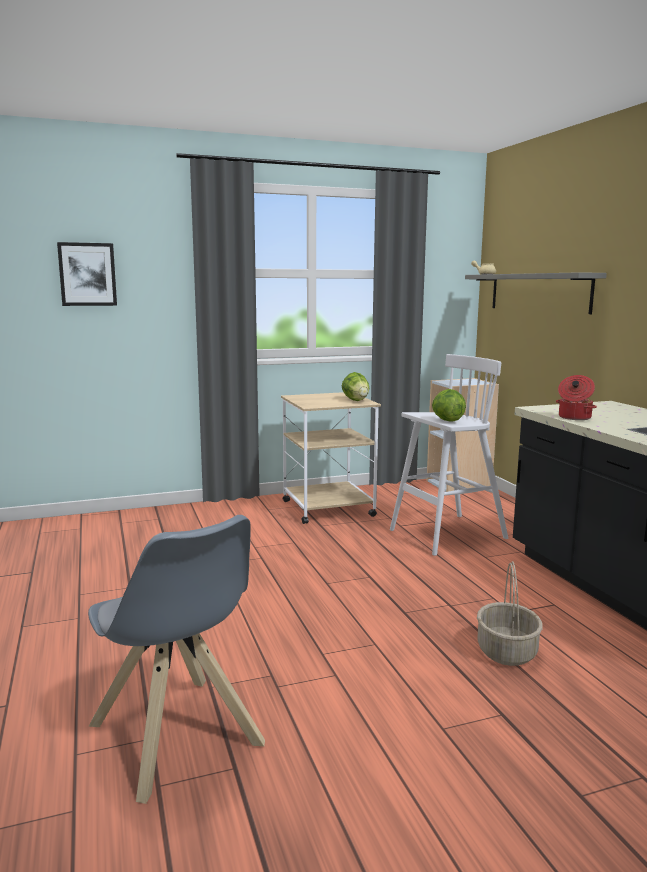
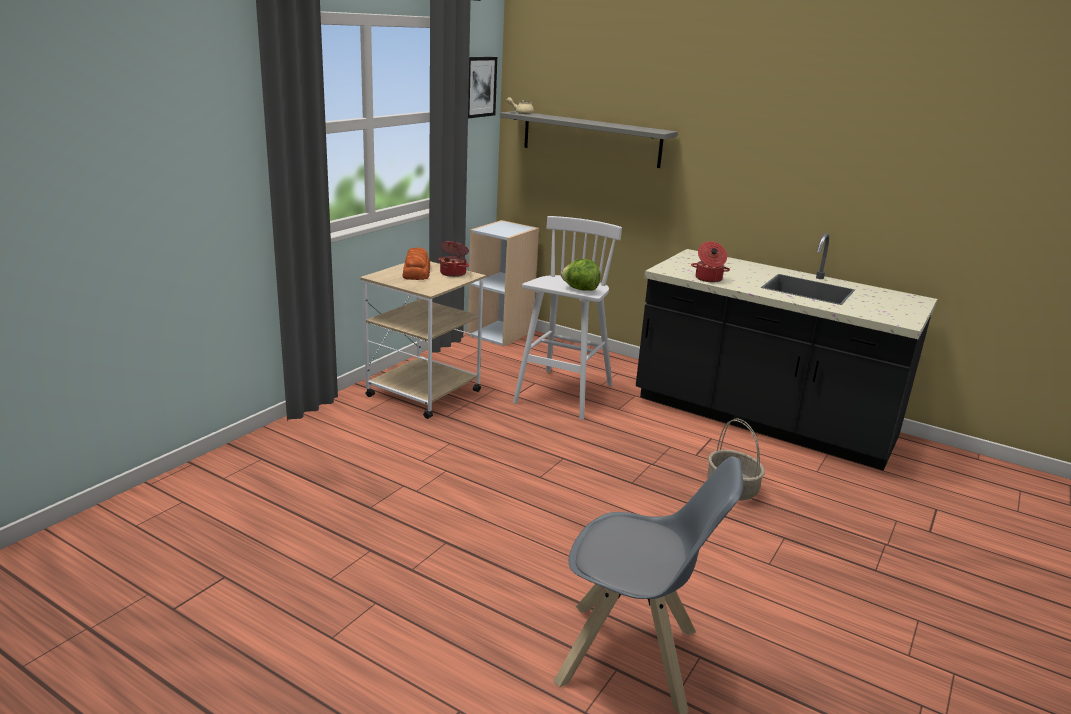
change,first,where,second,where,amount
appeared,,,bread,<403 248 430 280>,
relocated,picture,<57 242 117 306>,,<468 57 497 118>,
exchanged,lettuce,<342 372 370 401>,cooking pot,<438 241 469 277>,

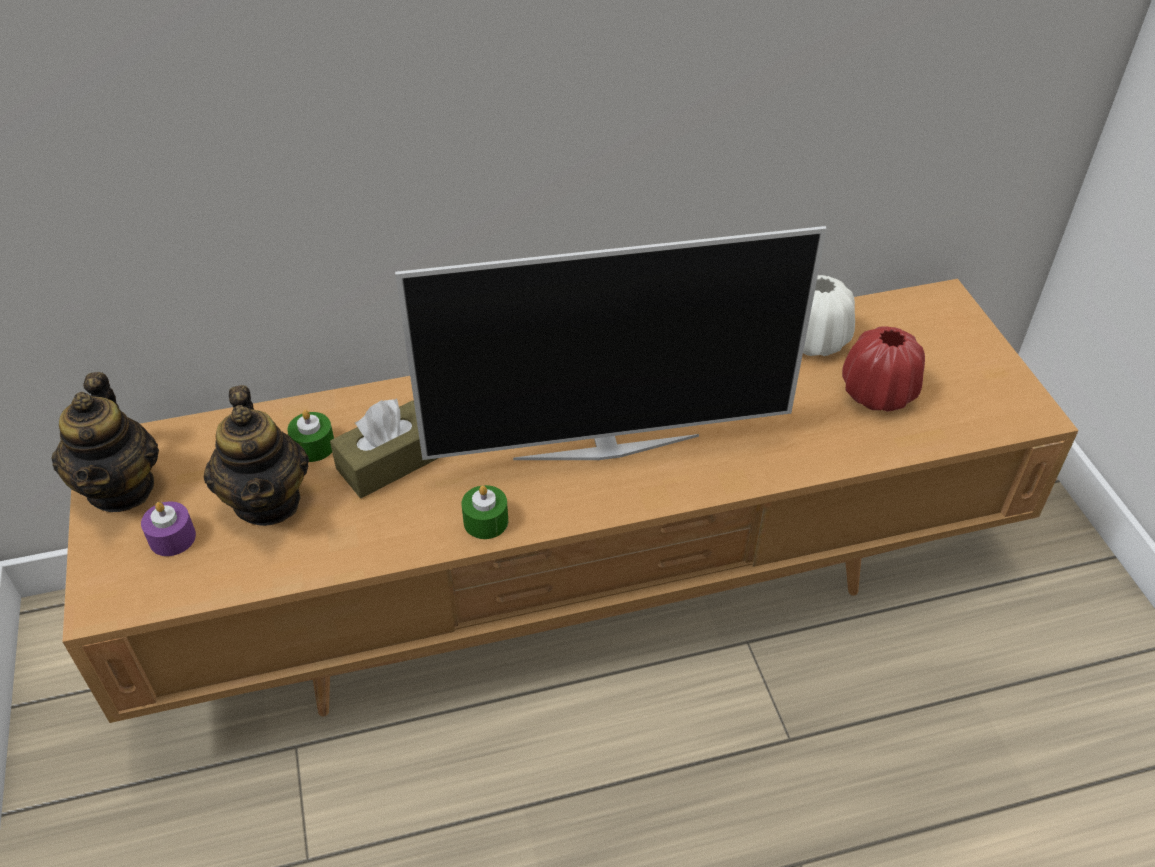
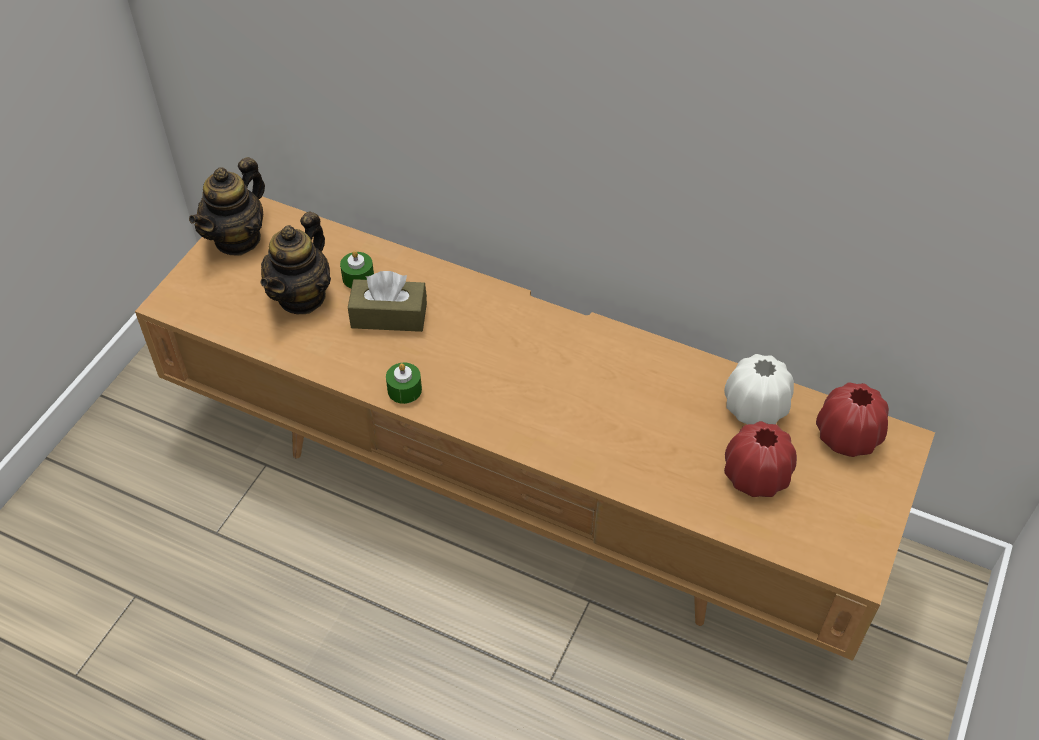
change,first,where,second,where,amount
missing,purple candle,<141 502 196 556>,,,
missing,television,<395 226 827 460>,,,
appeared,,,red vase,<816 382 889 457>,

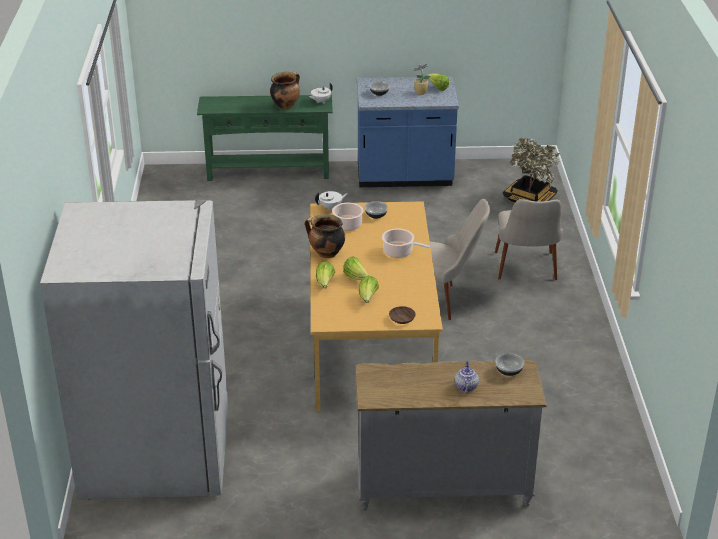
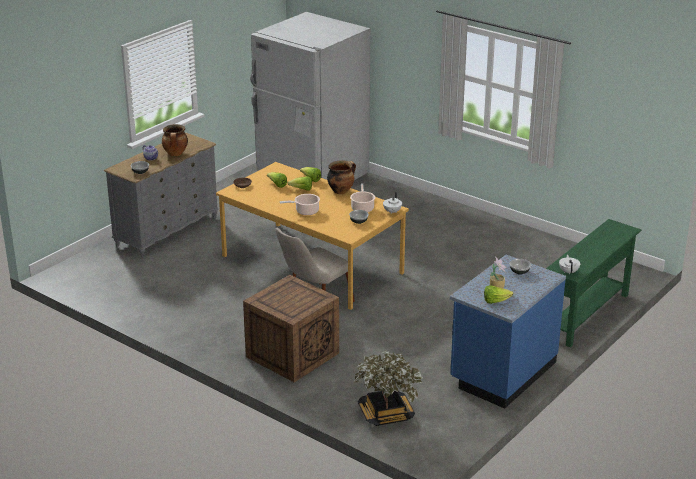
change,first,where,second,where,amount
relocated,cooking pot,<270 72 300 109>,,<162 124 188 156>,
exchanged,beige chair,<495 199 563 280>,crate,<243 275 339 382>,

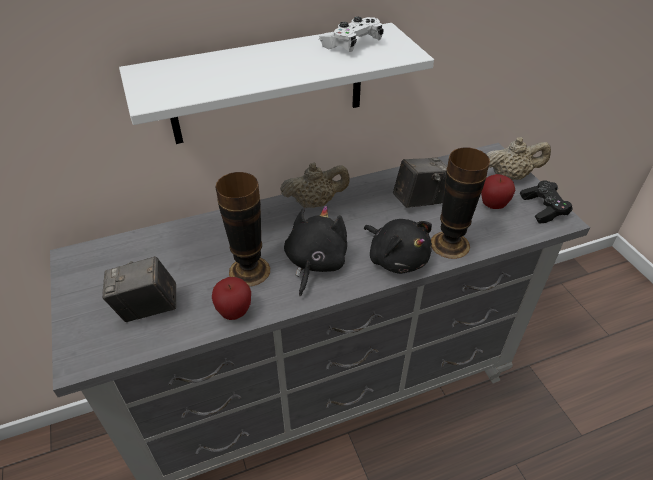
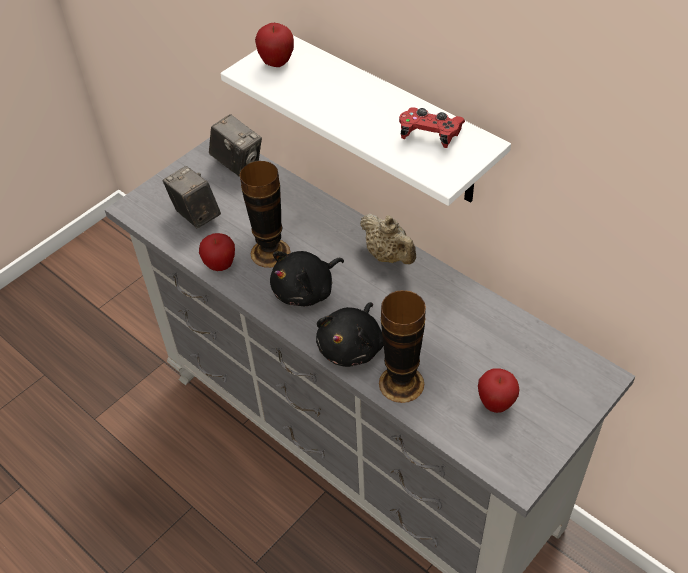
change,first,where,second,where,amount
missing,beige teapot,<486 137 551 180>,,,
missing,black game controller,<520 180 573 224>,,,
appeared,,,apple,<255 23 294 67>,
relocated,photo camera,<393 157 447 208>,,<209 114 262 177>,
colour,white game controller,<319 17 384 52>,red game controller,<399 107 465 148>,
spun,black plush toy,<284 206 347 297>,,<270 251 344 306>,150 degrees clockwise

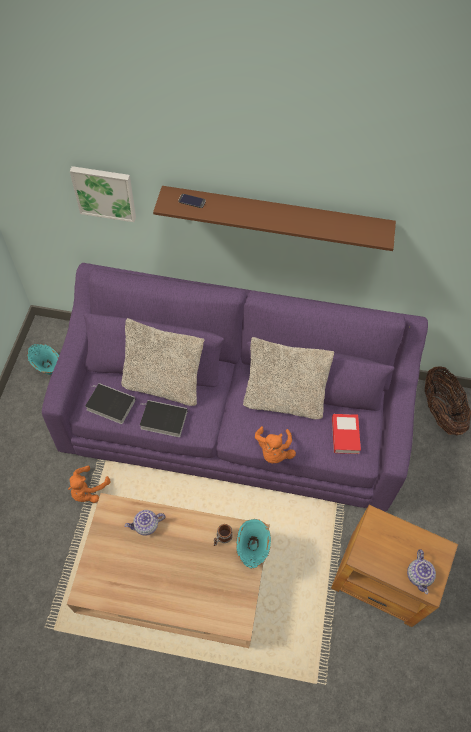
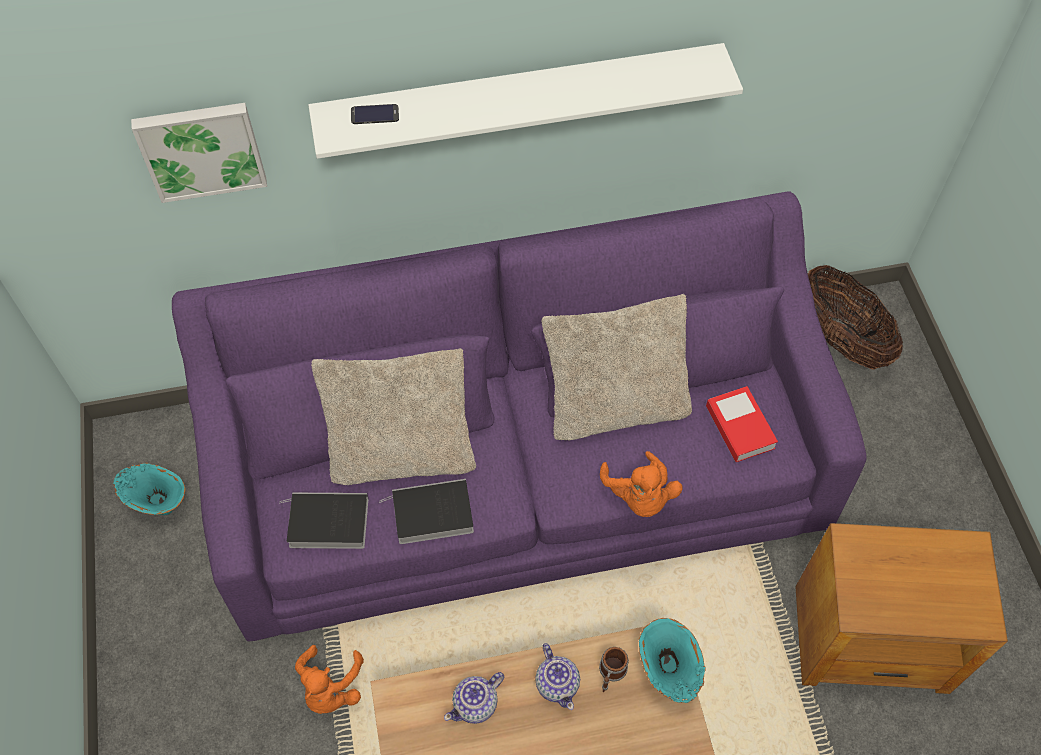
change,first,where,second,where,amount
relocated,teapot,<407 549 436 594>,,<535 643 580 710>,
colour,brown shelf,<153 186 396 251>,white shelf,<308 43 743 159>,

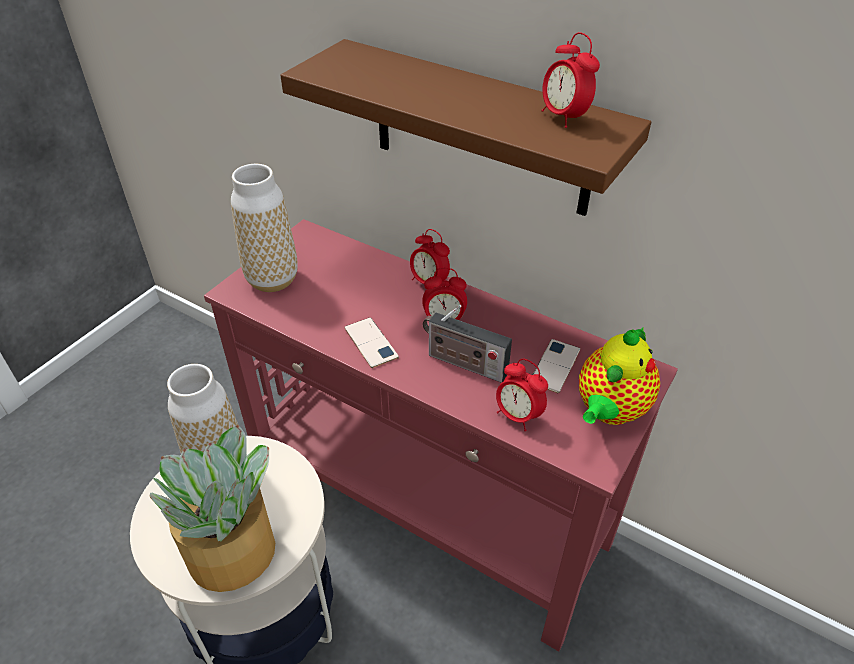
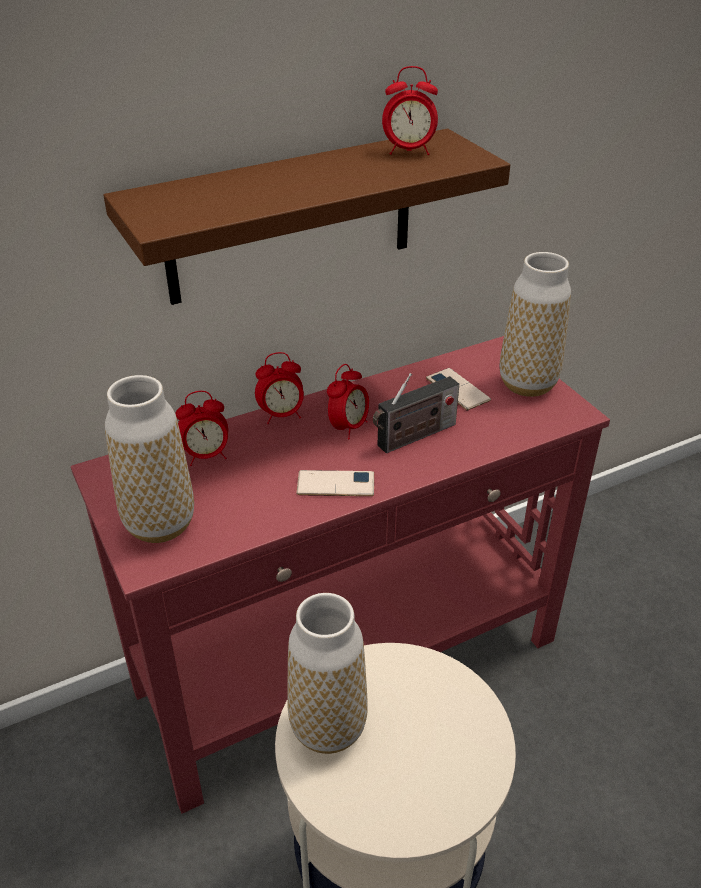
change,first,where,second,where,amount
missing,potted plant,<150 425 275 592>,,,
relocated,alarm clock,<496 359 548 431>,,<175 391 228 466>,
exchanged,teapot,<579 327 660 425>,vase,<500 252 571 397>,

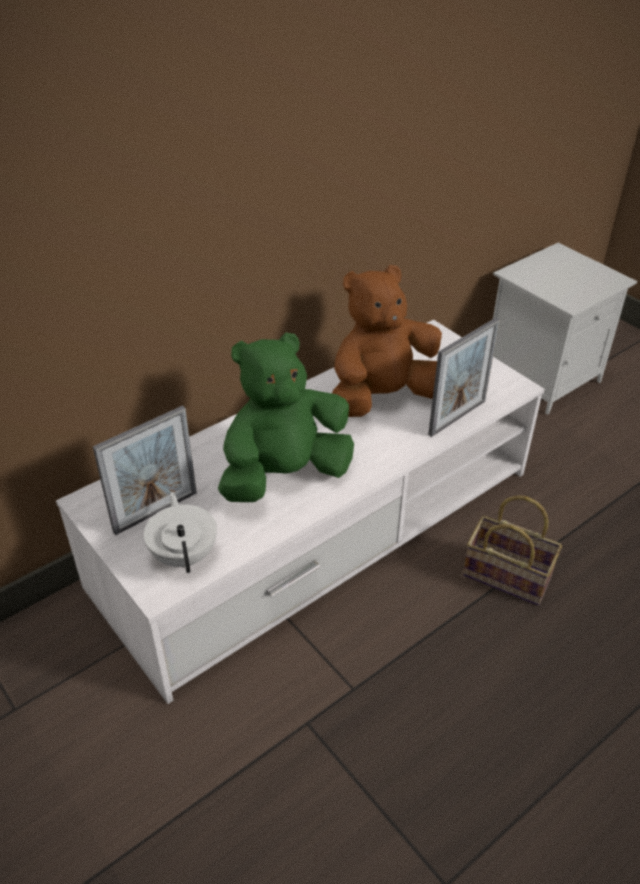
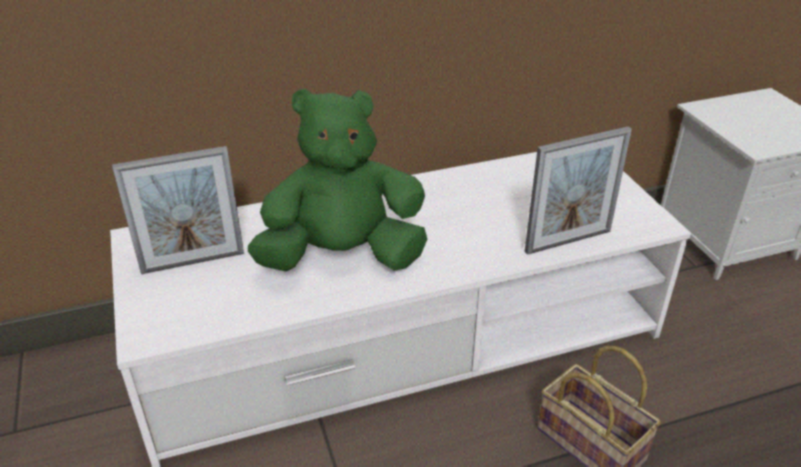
change,first,where,second,where,amount
missing,white teapot,<144 492 217 573>,,,
missing,brown plush toy,<332 265 442 417>,,,

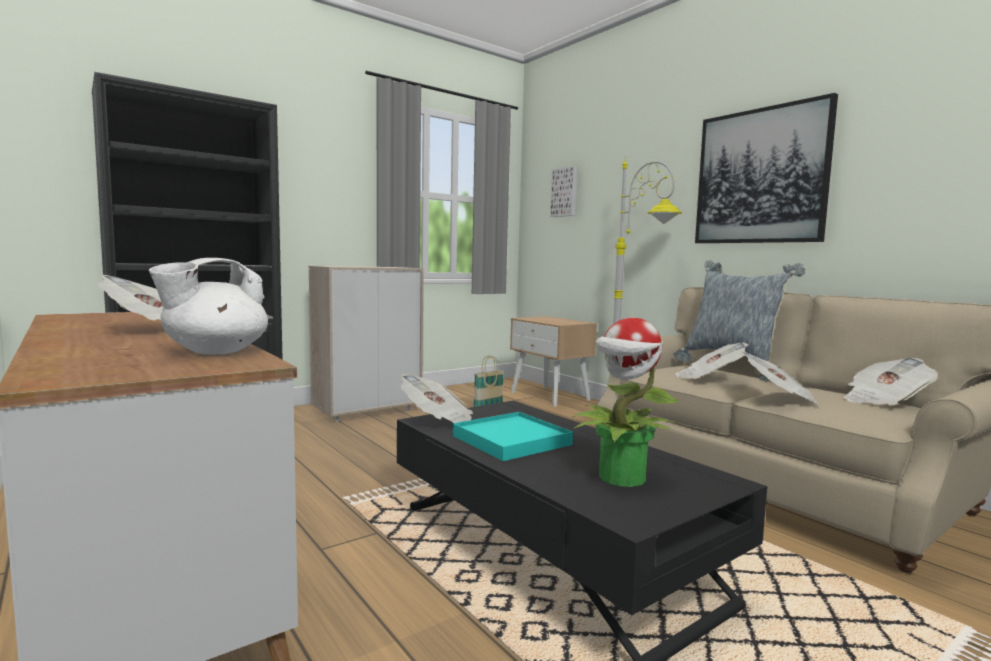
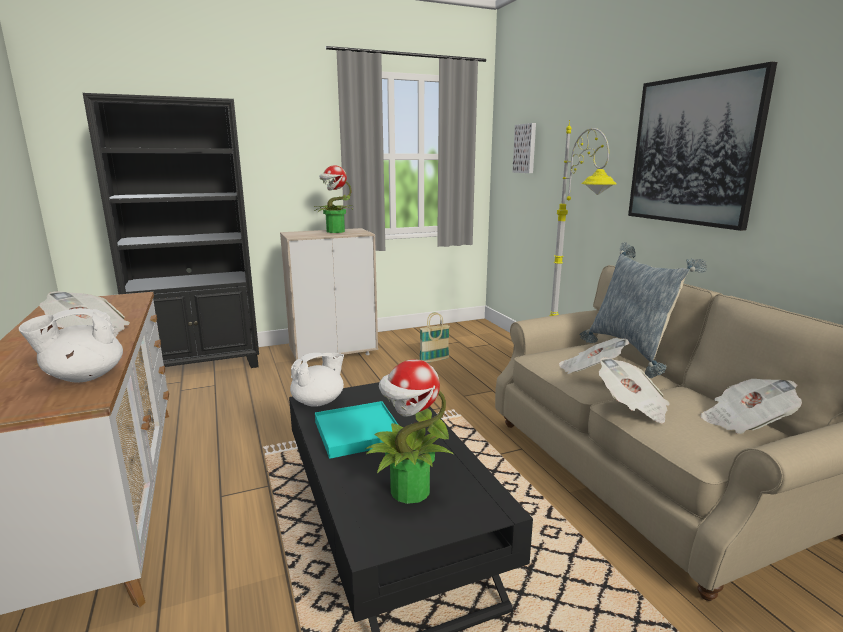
change,first,where,second,where,amount
missing,beige nightstand,<510 316 597 407>,,,
appeared,,,potted plant,<314 165 352 233>,
exchanged,newspaper,<401 374 473 423>,white teapot,<290 353 344 407>,

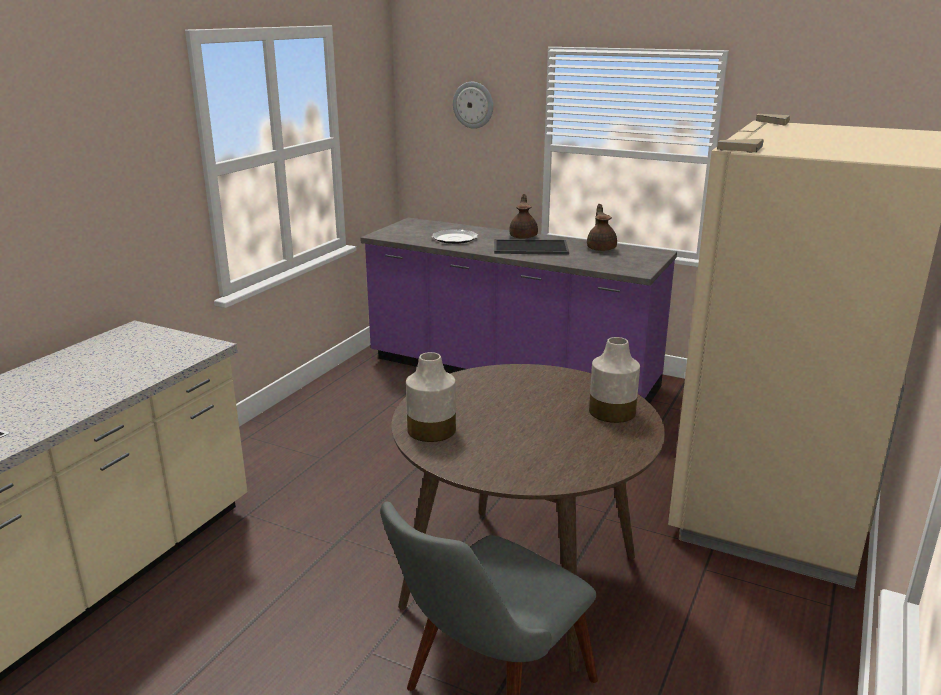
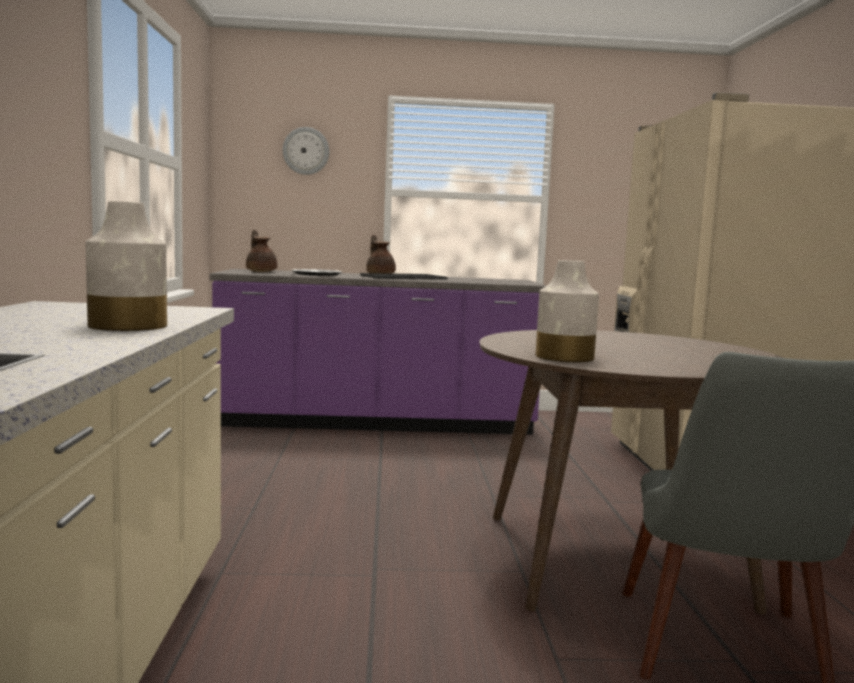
change,first,where,second,where,amount
relocated,brown teapot,<587 204 617 251>,,<246 229 277 272>,
relocated,beige vase,<589 337 640 423>,,<86 201 167 331>,

